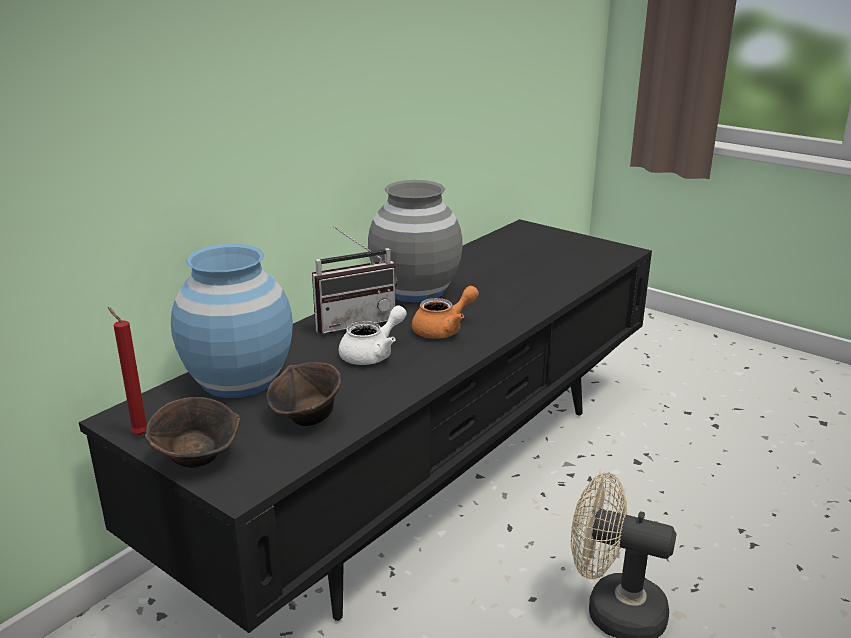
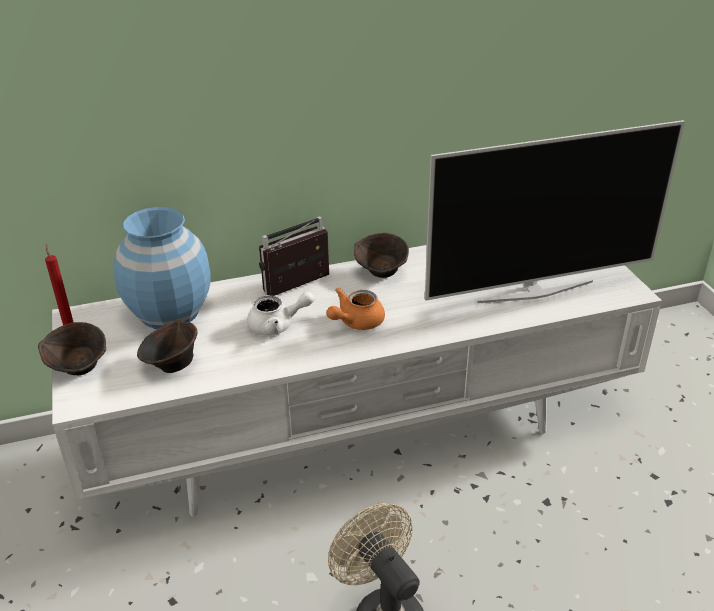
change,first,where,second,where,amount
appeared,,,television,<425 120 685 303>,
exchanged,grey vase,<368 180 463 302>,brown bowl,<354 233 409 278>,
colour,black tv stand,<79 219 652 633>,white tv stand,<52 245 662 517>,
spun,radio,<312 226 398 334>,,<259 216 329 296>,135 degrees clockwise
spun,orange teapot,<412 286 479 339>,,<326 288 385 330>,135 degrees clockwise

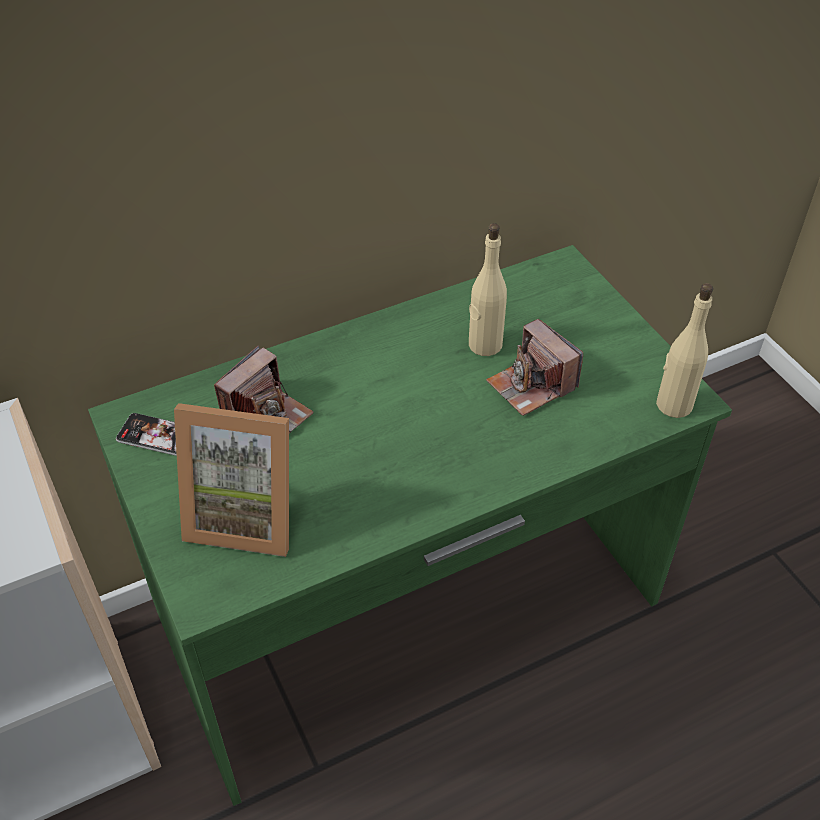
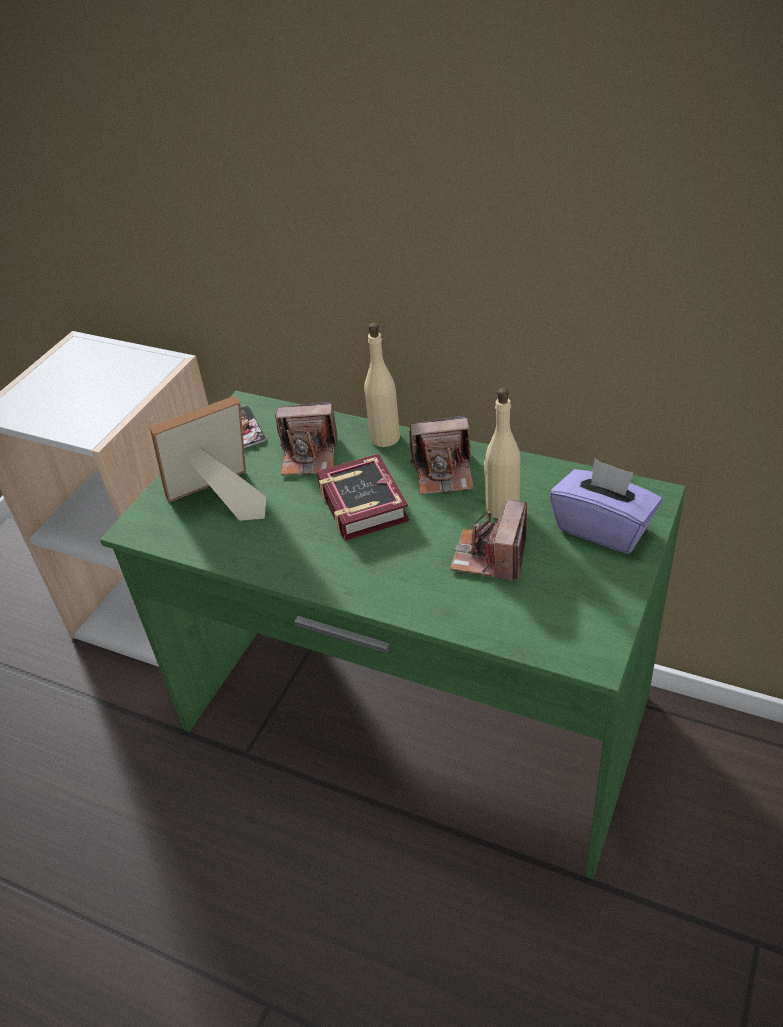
change,first,where,second,where,amount
appeared,,,book,<317 453 409 541>,
appeared,,,photo camera,<409 415 474 495>,
appeared,,,purple tissue box,<550 459 662 554>,
relocated,beige bottle,<656 283 713 418>,,<364 323 400 447>,
spun,picture frame,<174 403 289 557>,,<150 395 266 521>,90 degrees clockwise

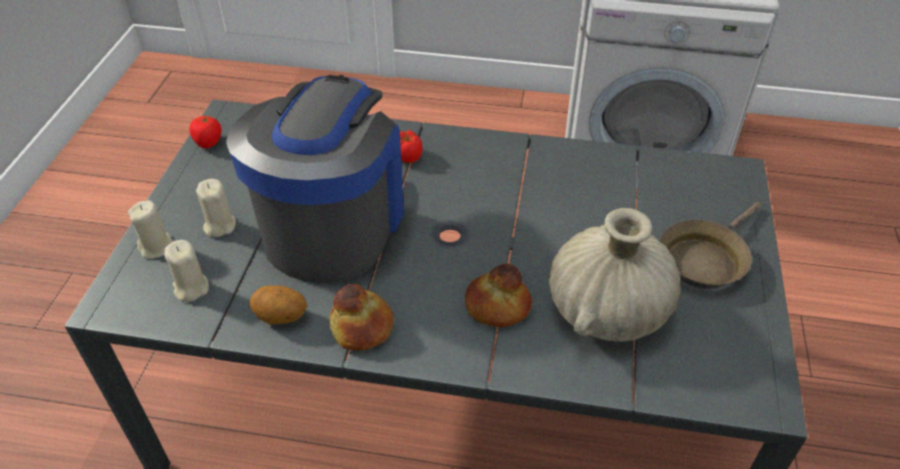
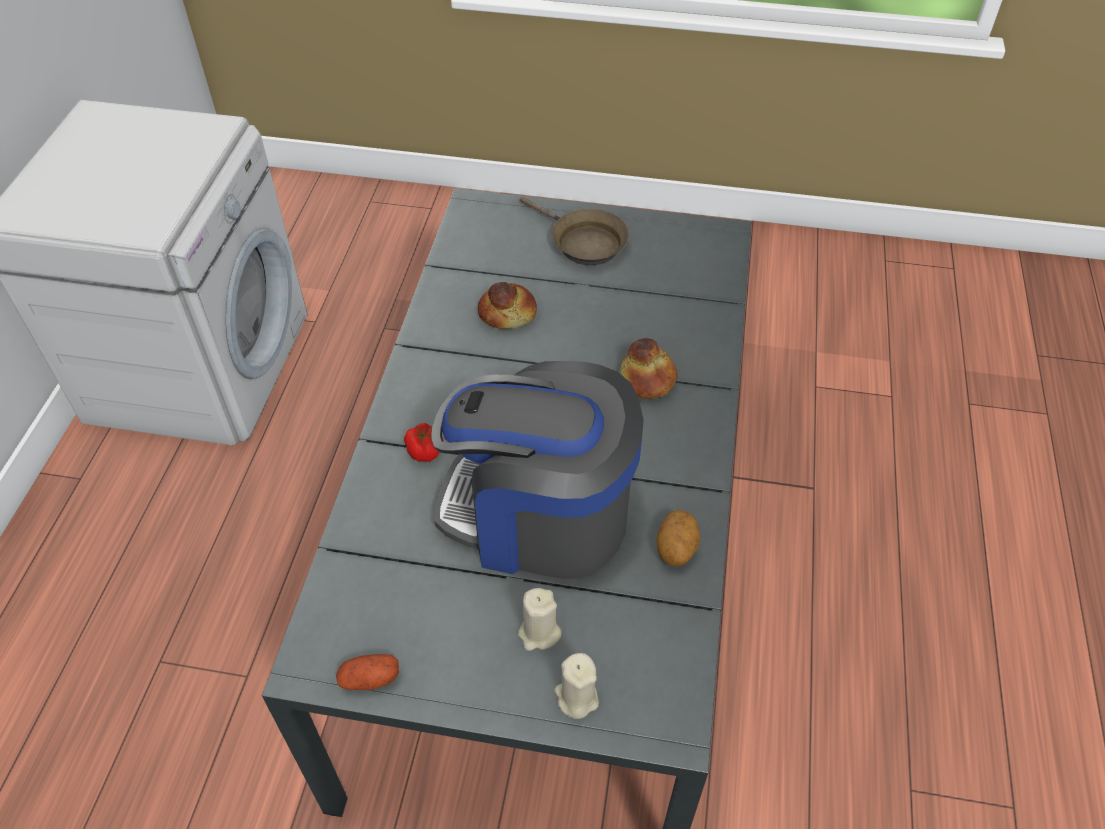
change,first,where,second,where,amount
missing,beige candle,<164 240 209 302>,,,
missing,beige vase,<549 208 681 341>,,,
relocated,bread,<329 284 393 351>,,<478 282 537 329>,
exchanged,tomato,<190 115 221 148>,potato,<336 654 399 690>,

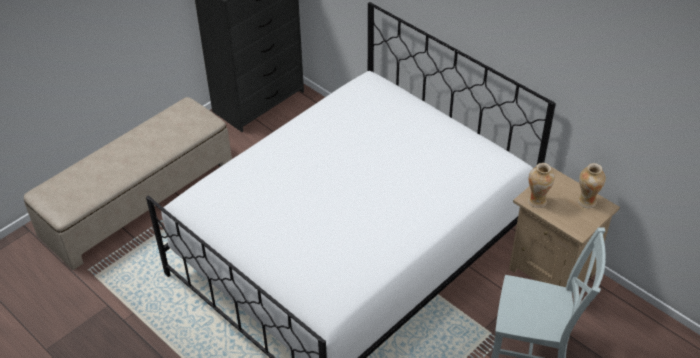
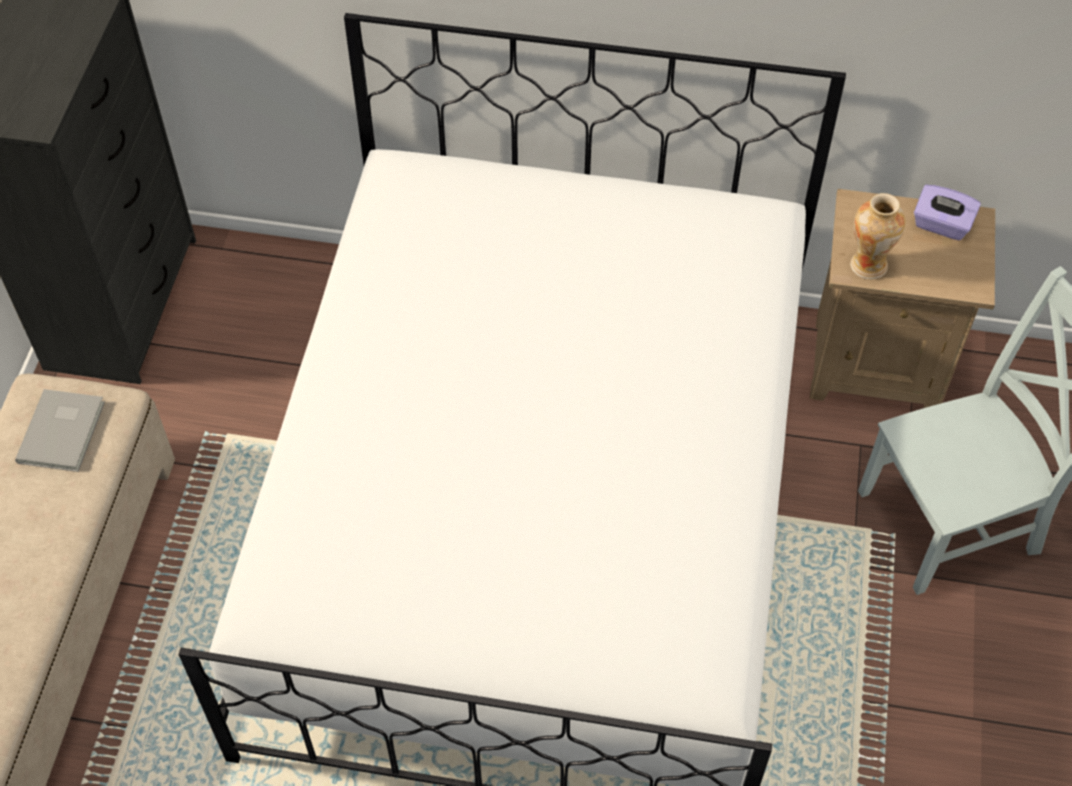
change,first,where,second,where,amount
appeared,,,grey book,<15 389 105 472>,
exchanged,vase,<578 163 606 208>,purple tissue box,<914 185 981 240>,

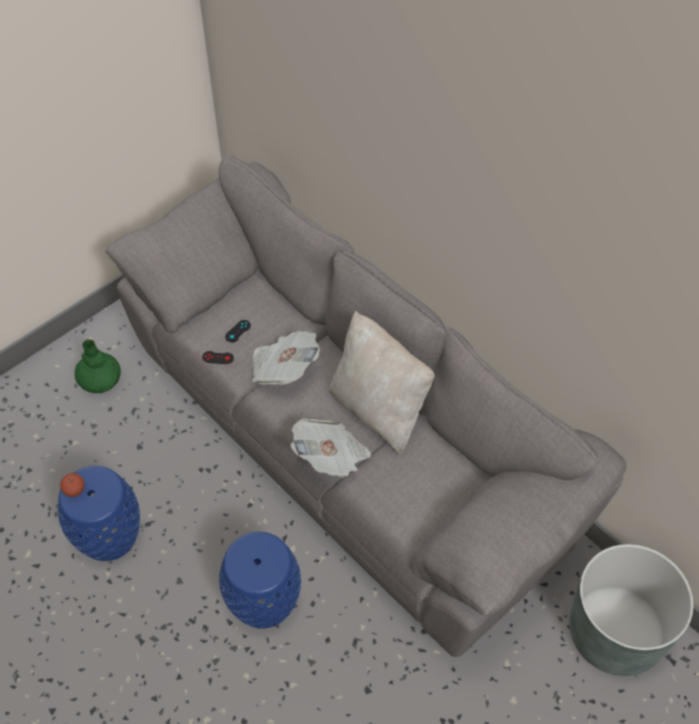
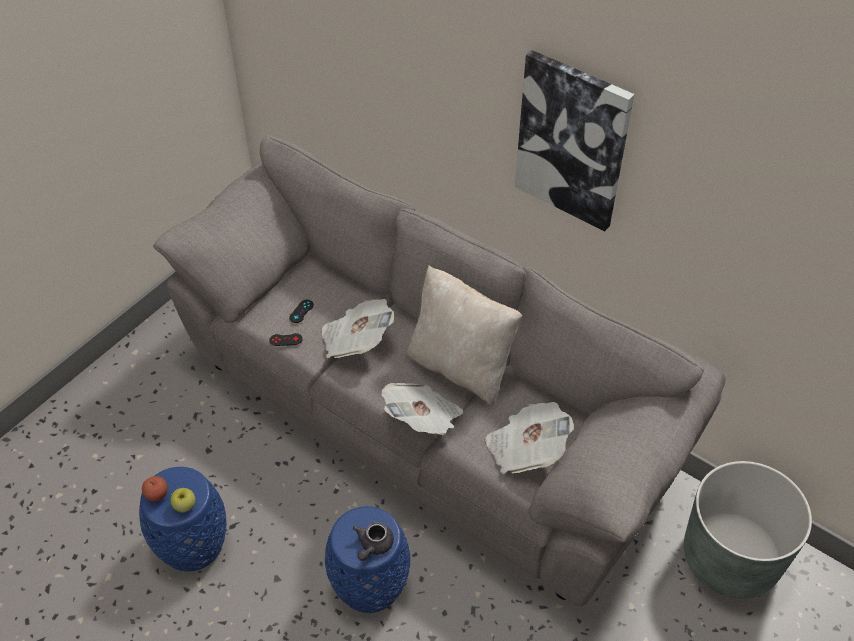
change,first,where,second,where,amount
missing,green vase,<75 339 121 393>,,,
appeared,,,apple,<171 488 195 512>,
appeared,,,grey teapot,<353 522 394 561>,
appeared,,,newspaper,<485 402 574 474>,
appeared,,,picture,<515 50 634 231>,

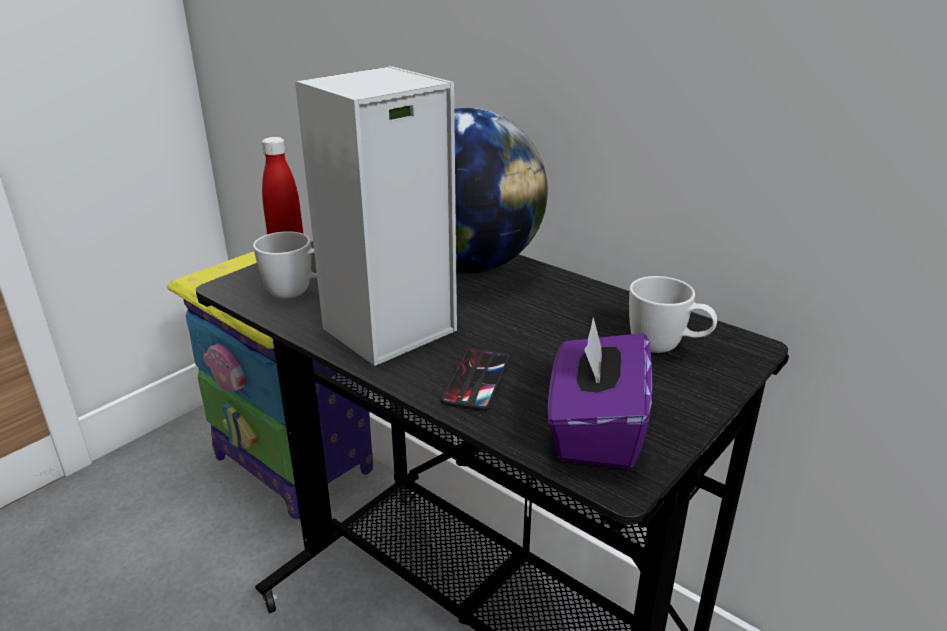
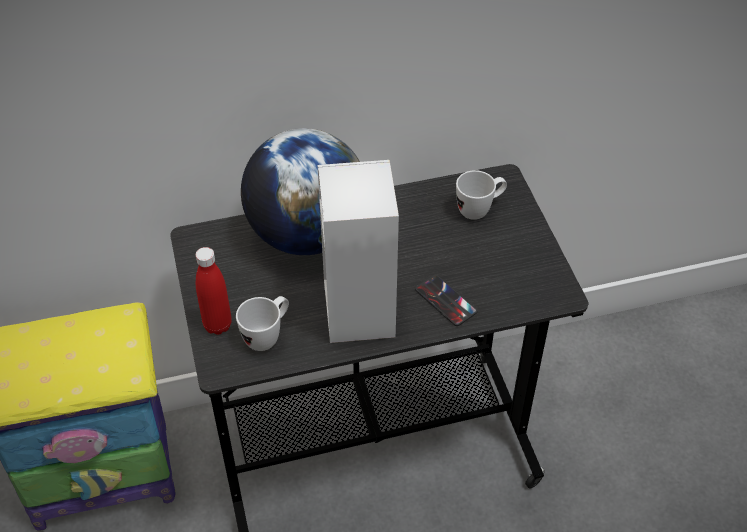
change,first,where,second,where,amount
missing,purple tissue box,<548 317 652 469>,,,

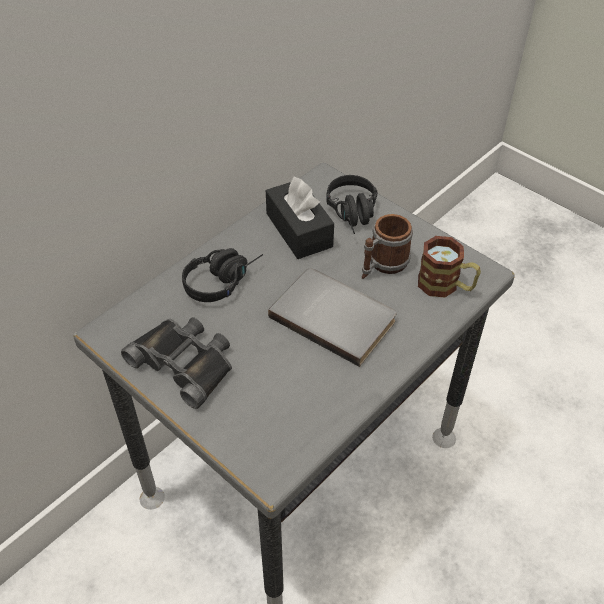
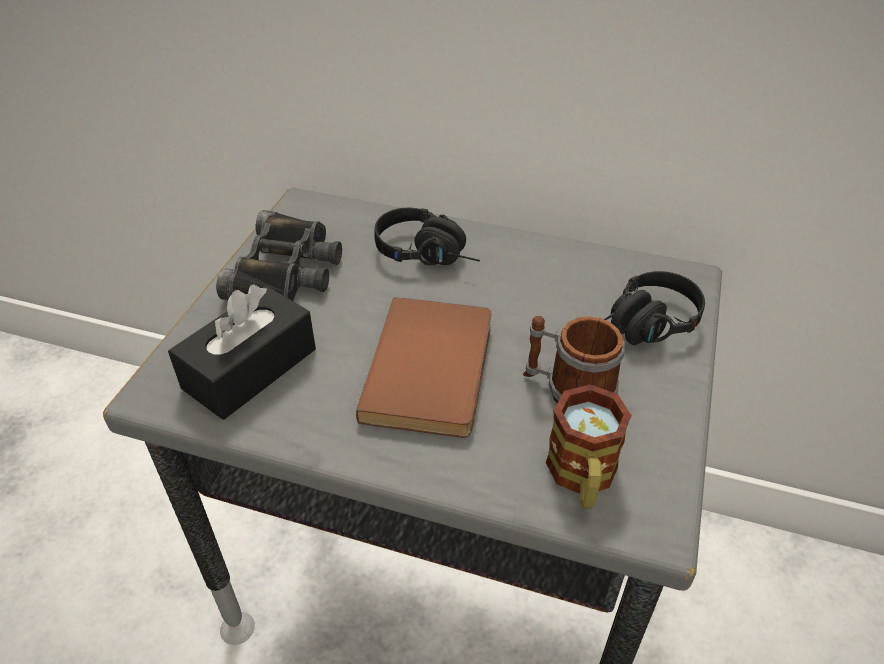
change,first,where,second,where,amount
relocated,black tissue box,<266 177 334 259>,,<168 285 316 420>,
colour,grey book,<268 268 397 367>,brown book,<356 297 491 438>,

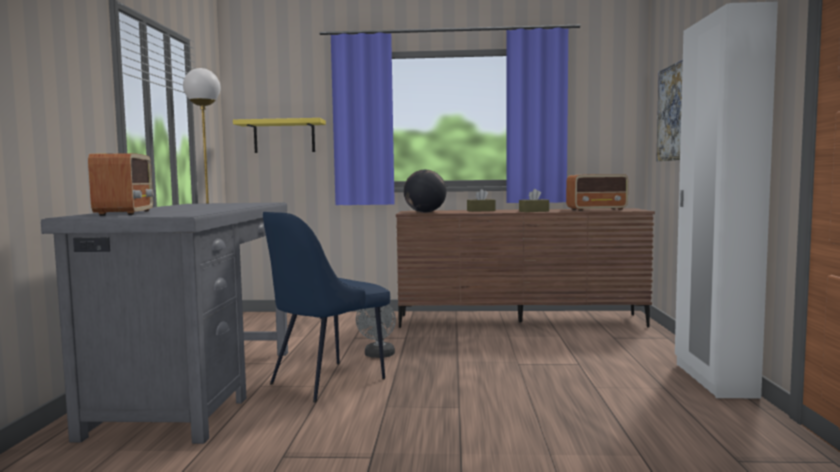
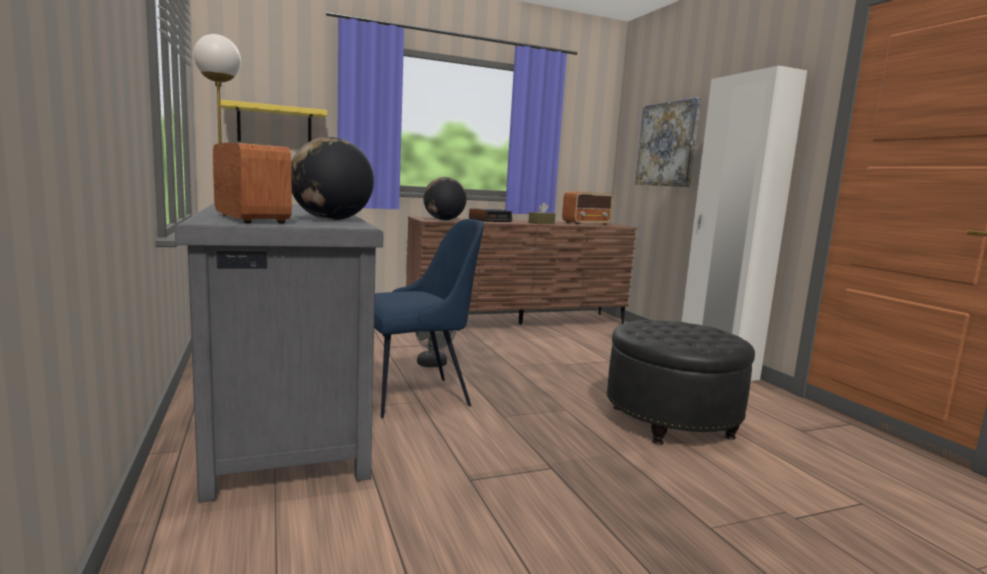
change,first,where,second,where,amount
appeared,,,globe,<291 137 374 220>,
appeared,,,black ottoman,<607 320 755 445>,
exchanged,brown tissue box,<467 189 495 212>,alarm clock,<469 208 512 222>,
spun,blue chair,<263 212 390 403>,,<374 219 484 418>,135 degrees counterclockwise

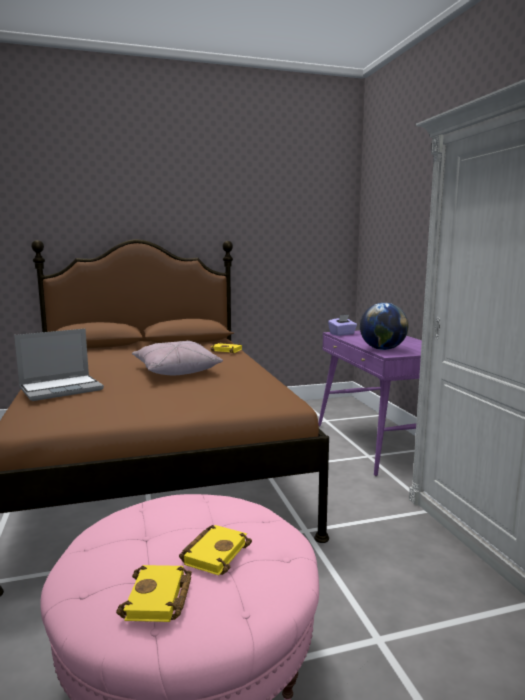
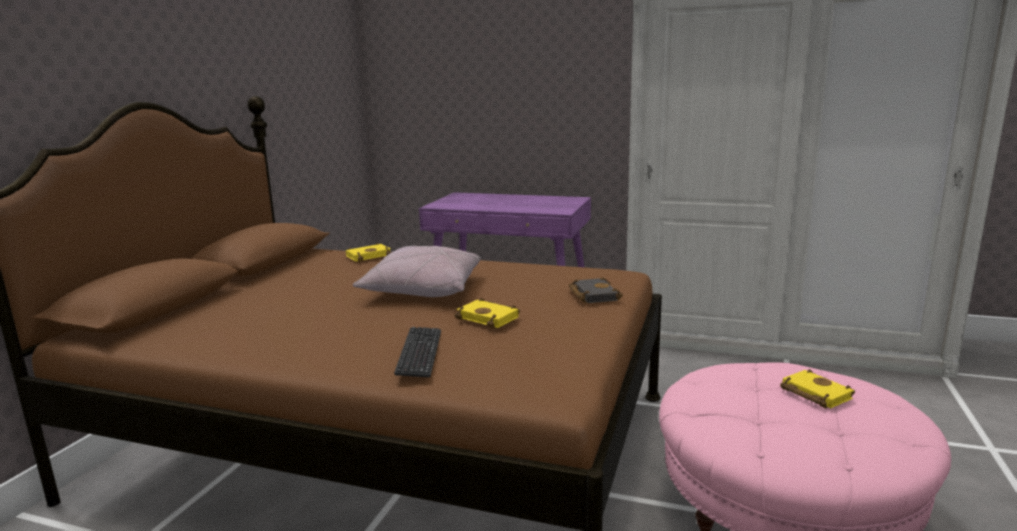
change,first,where,second,where,amount
missing,purple tissue box,<328 315 357 336>,,,
missing,globe,<360 303 408 350>,,,
appeared,,,black book,<569 277 623 304>,
relocated,yellow book,<116 565 192 622>,,<454 298 520 329>,
exchanged,laptop,<14 329 104 401>,keyboard,<394 327 441 378>,

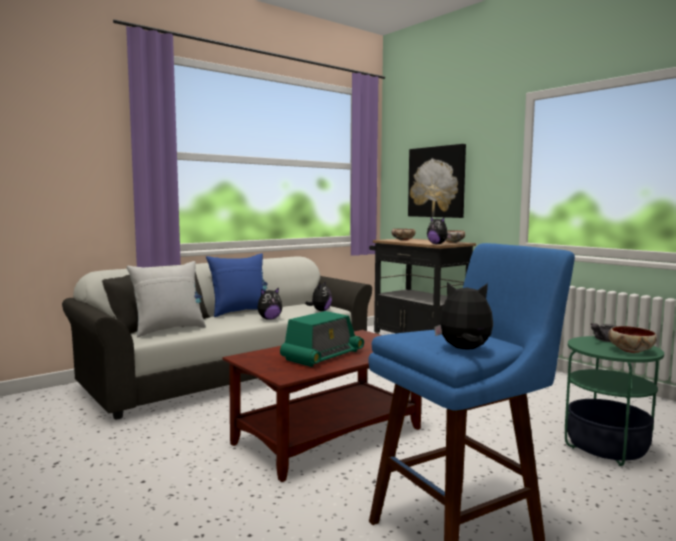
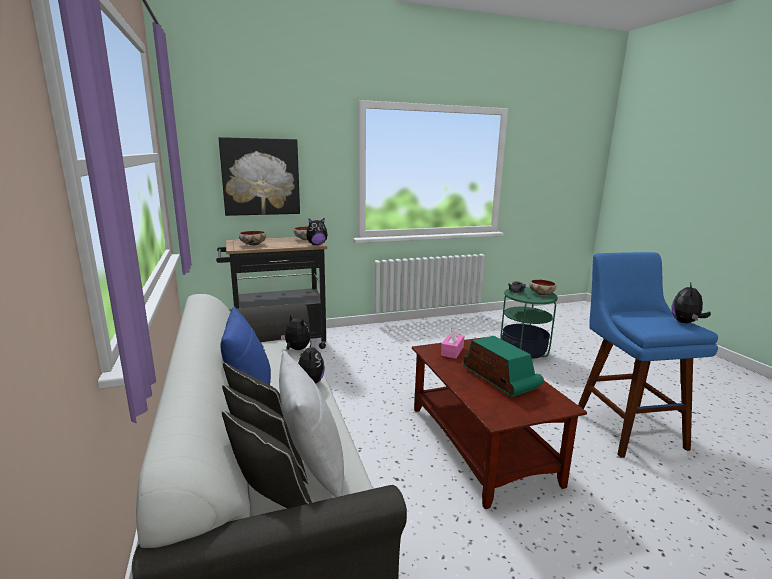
change,first,where,second,where,amount
appeared,,,pink tissue box,<441 327 464 359>,

